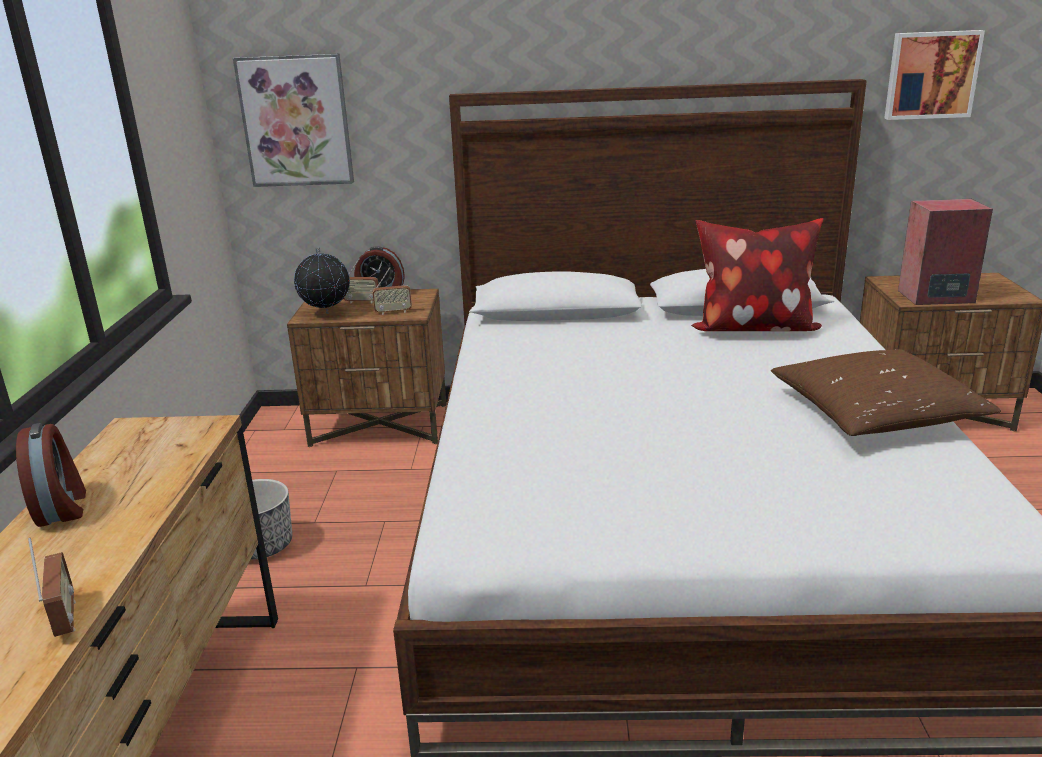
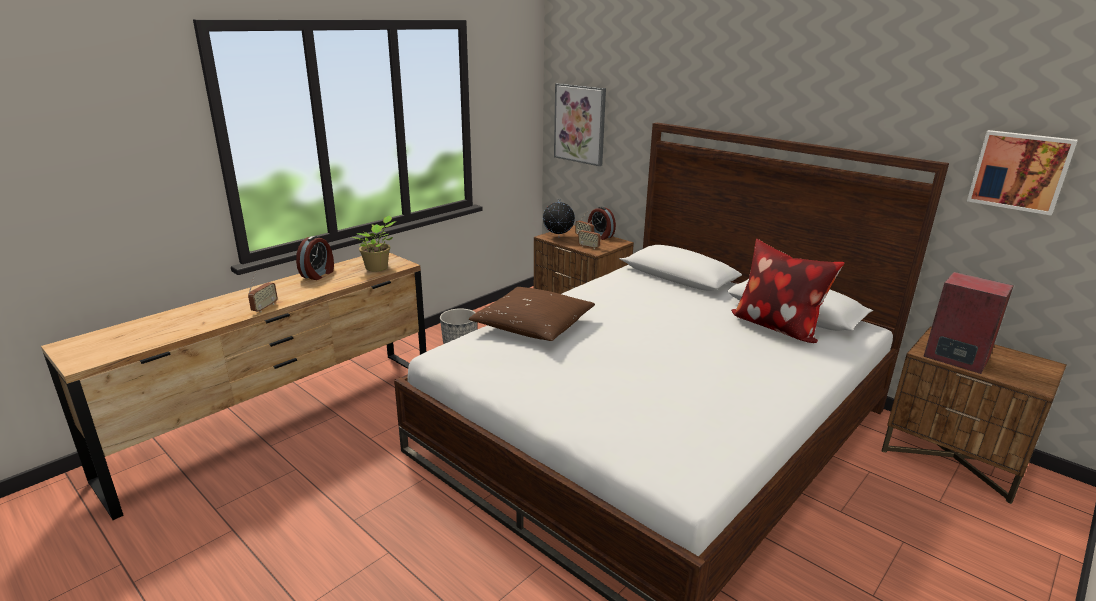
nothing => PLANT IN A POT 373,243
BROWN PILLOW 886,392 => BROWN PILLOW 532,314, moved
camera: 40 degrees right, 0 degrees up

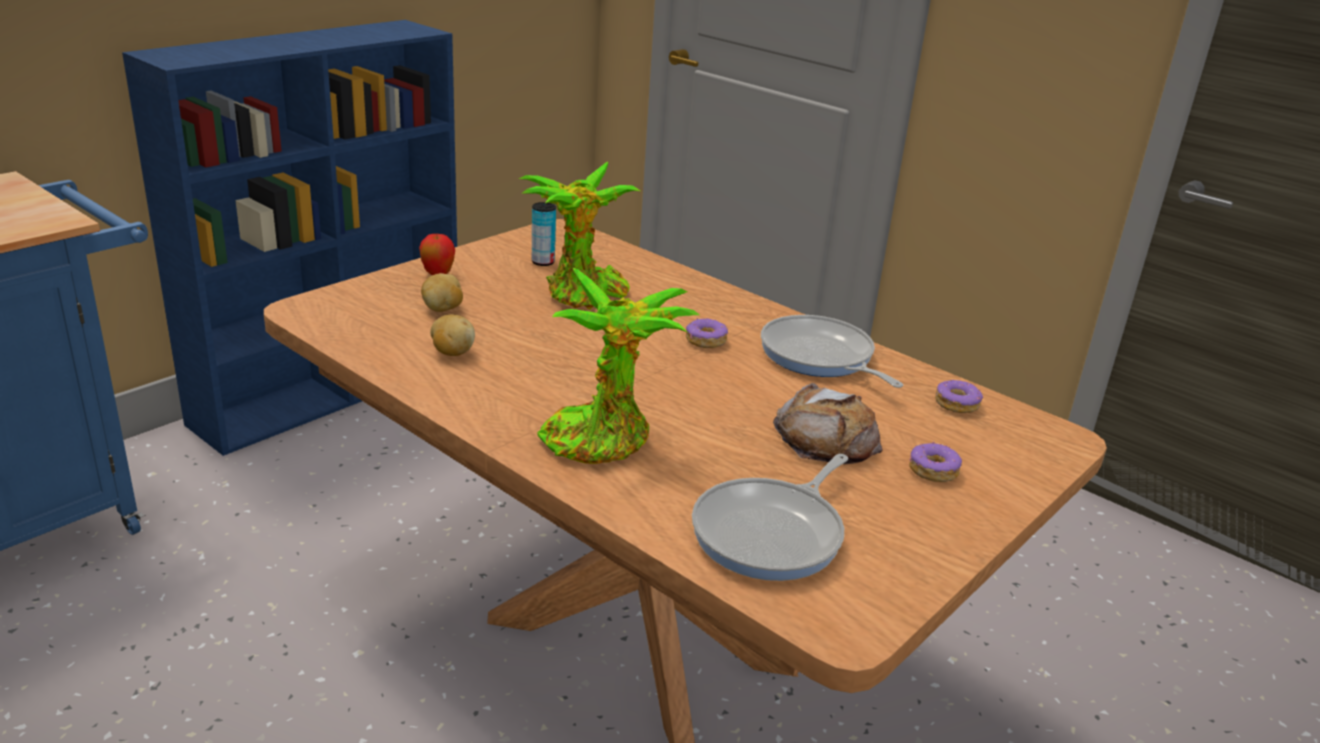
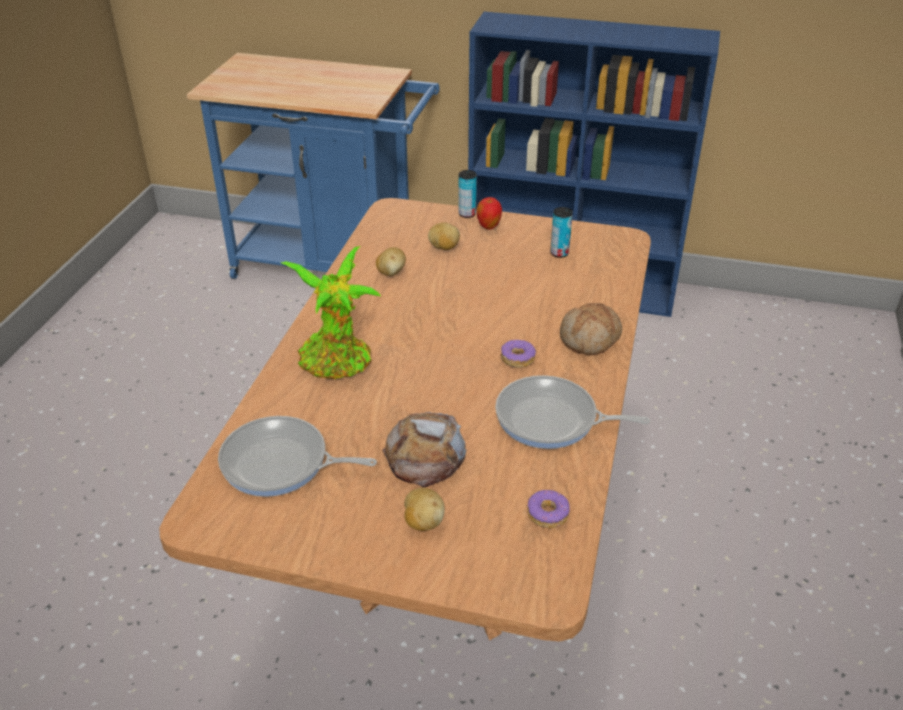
PLANT IN A POT 579,235 => nothing
nothing => CAN 468,194
nothing => BREAD 591,329
DOUGHNUT 935,461 => WHOLE POTATO 424,509
FRYING PAN 832,351 => FRYING PAN 572,412, 105 degrees counterclockwise
camera: 65 degrees right, 10 degrees up

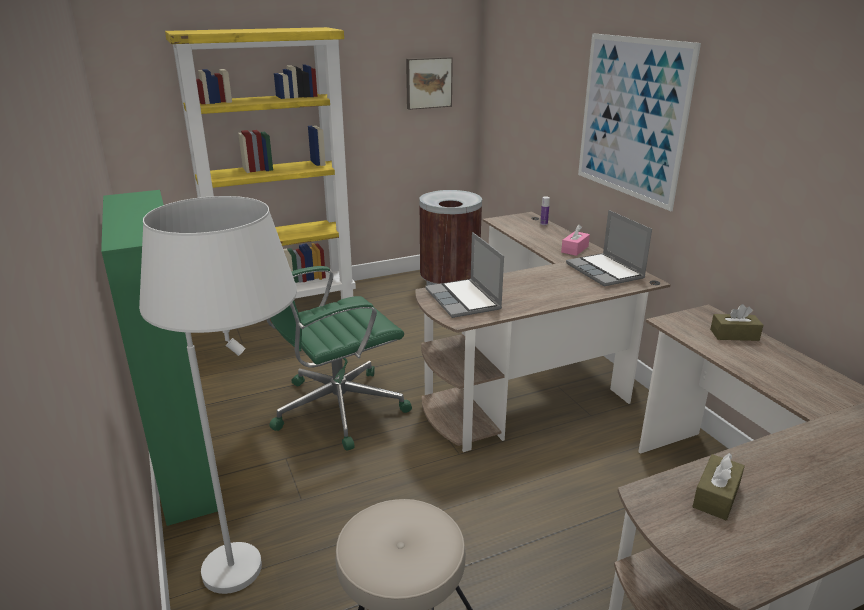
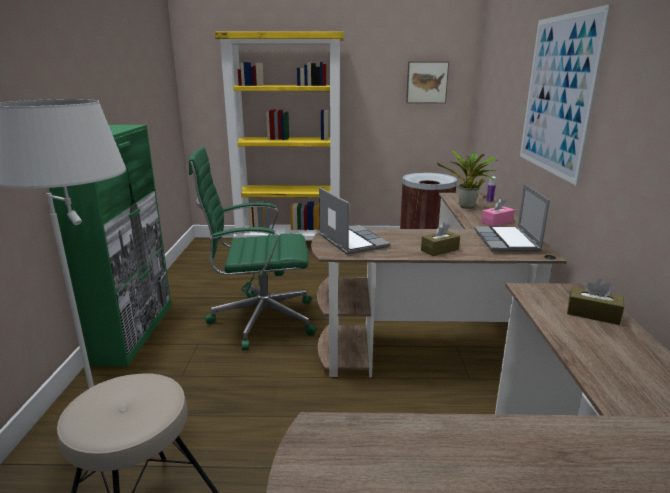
nothing => PLANT IN A POT 467,179
BROWN BOX OF TISSUES 718,486 => BROWN BOX OF TISSUES 440,239, moved
NOTEBOOK COMPUTER 464,275 => NOTEBOOK COMPUTER 354,221, 150 degrees clockwise
camera: 25 degrees right, 5 degrees down

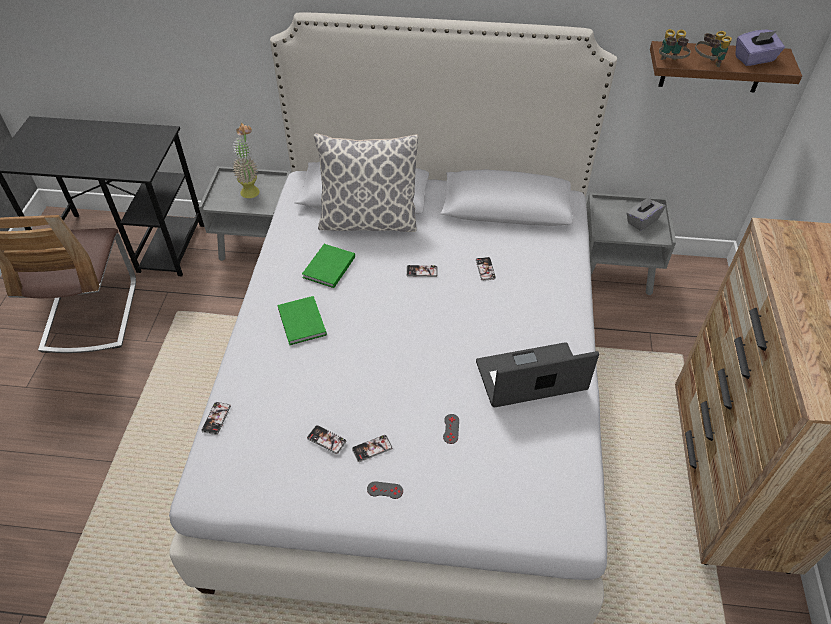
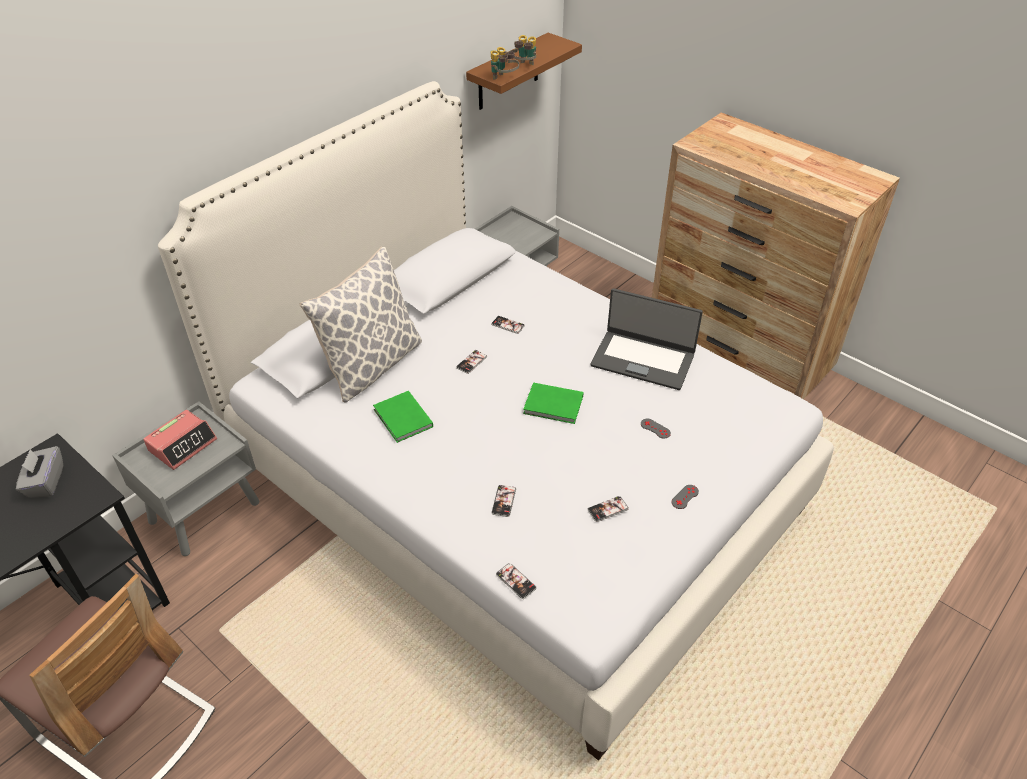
PURPLISH BOX OF TISSUES 760,48 => nothing
GREENISH BOUND BOOK 302,320 => GREENISH BOUND BOOK 553,403, moved
TELEPHONE 372,448 => TELEPHONE 504,501, moved
GREY BOX OF TISSUES 645,213 => GREY BOX OF TISSUES 39,472, moved
PLANT IN A POT 246,160 => ALARM CLOCK 180,440
NOTEBOOK COMPUTER 537,375 => NOTEBOOK COMPUTER 646,339, 90 degrees counterclockwise
camera: 55 degrees left, 5 degrees down

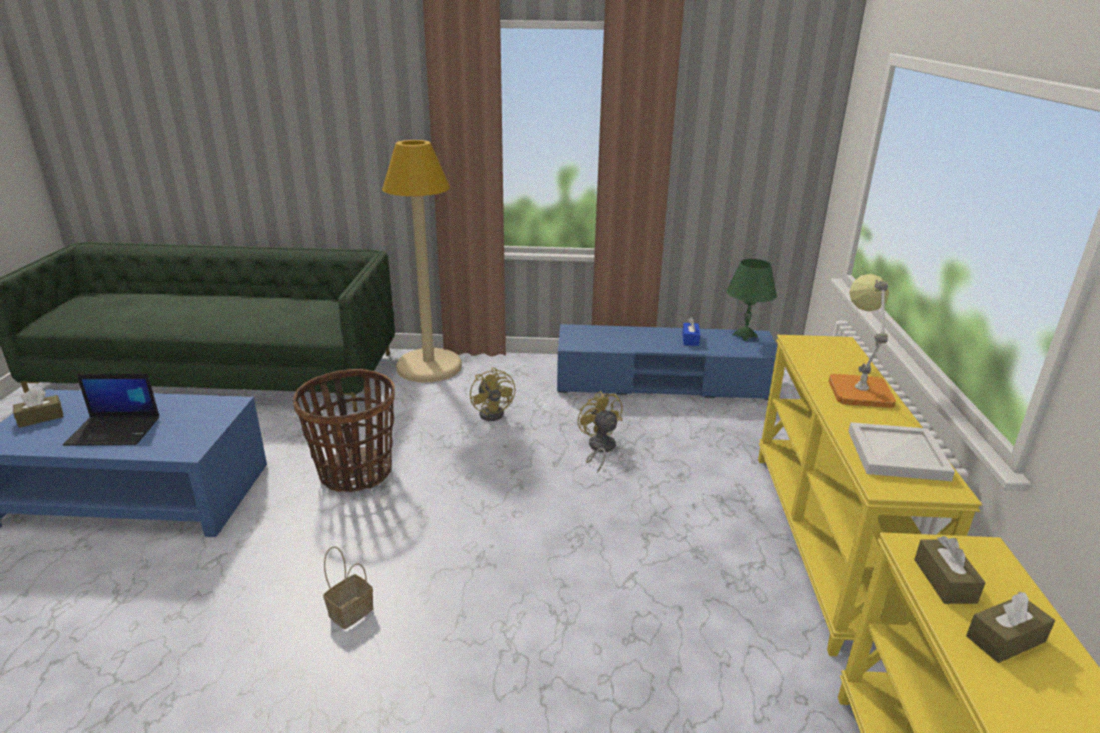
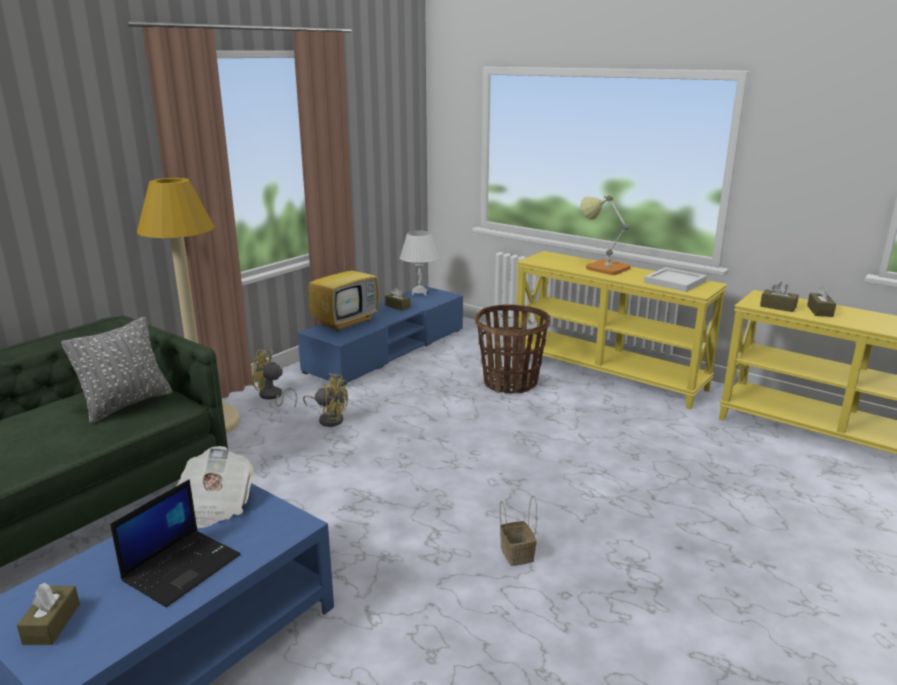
nothing => GREY PILLOW 116,370
nothing => NEWSPAPER 215,487
nothing => TV SET 343,288
STORAGE BASKET 344,430 => STORAGE BASKET 512,348, moved
YELLOWISH ELECTRIC FAN 600,432 => YELLOWISH ELECTRIC FAN 274,378, moved
BLUE-COLOURED BOX OF TISSUES 691,331 => BROWN BOX OF TISSUES 397,299
GREENISH TABLE LAMP 751,300 => WHITE TABLE LAMP 419,263
camera: 55 degrees left, 5 degrees down

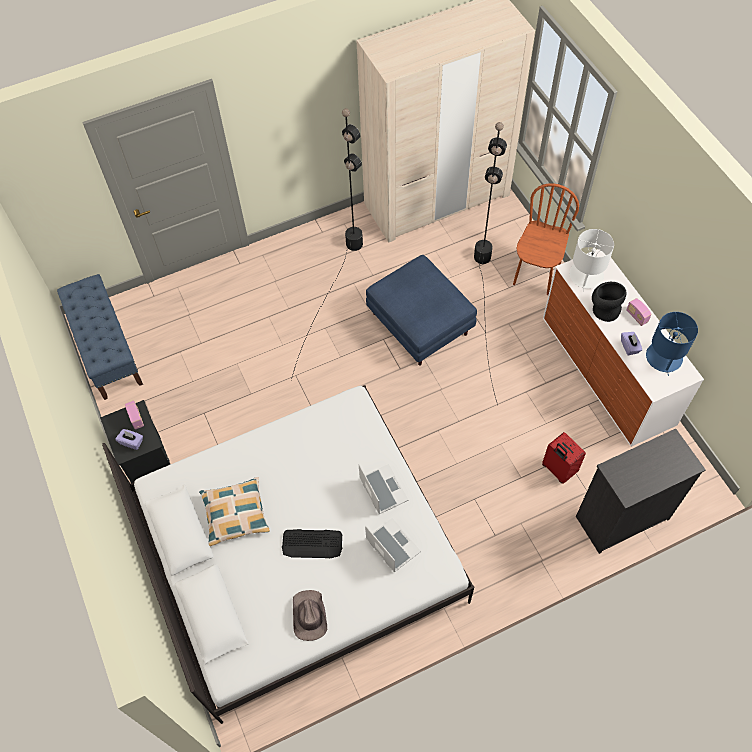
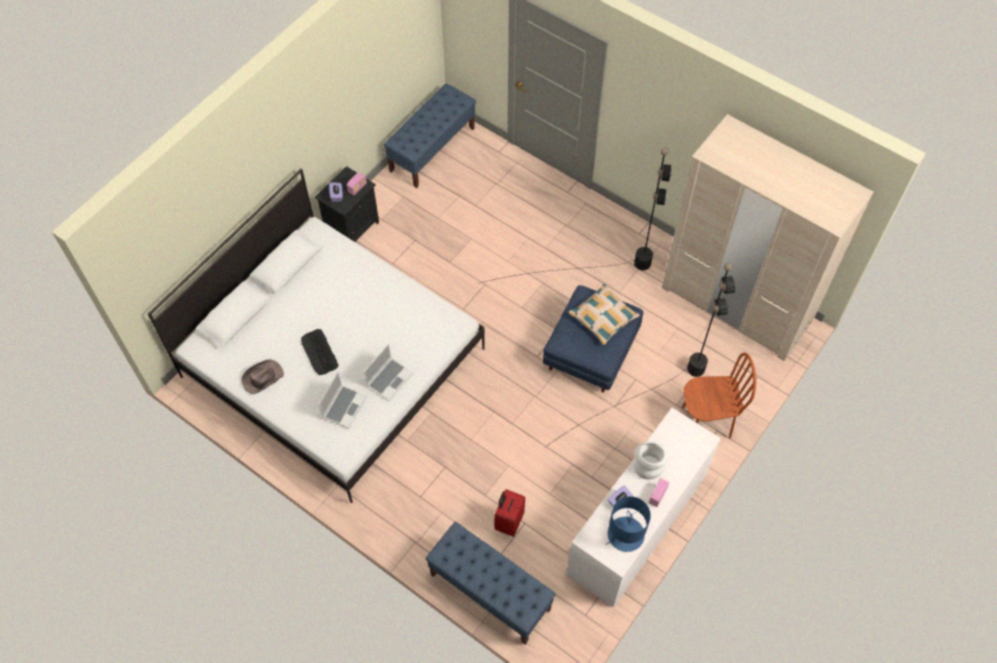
WHITE TABLE LAMP 591,260 => nothing
PILLOW 234,511 => PILLOW 604,314, moved
BLACK DRESSER 641,491 => BLUE-COLOURED LONG SEAT 490,583
BLACK DECORATIVE VASE 609,302 => WHITE DECORATIVE VASE 651,460
camera: 60 degrees right, 0 degrees up

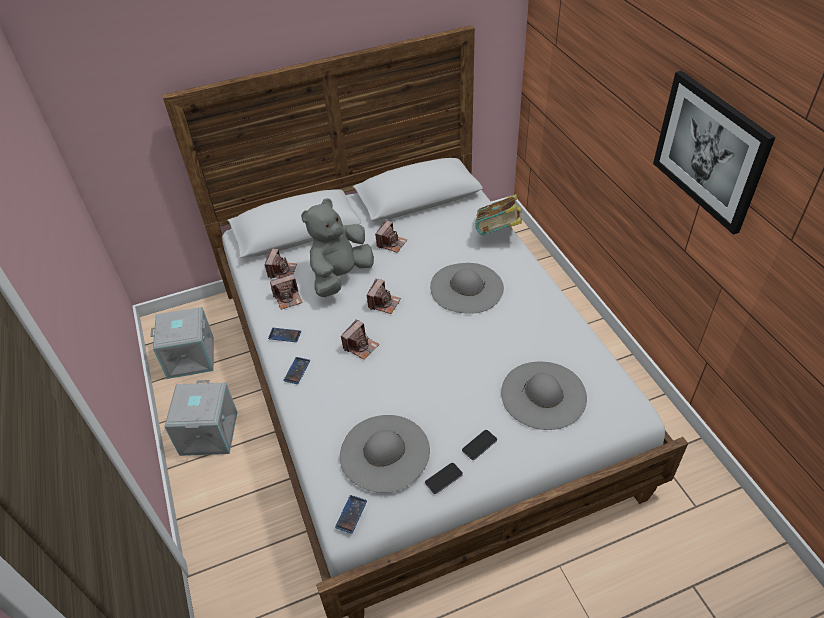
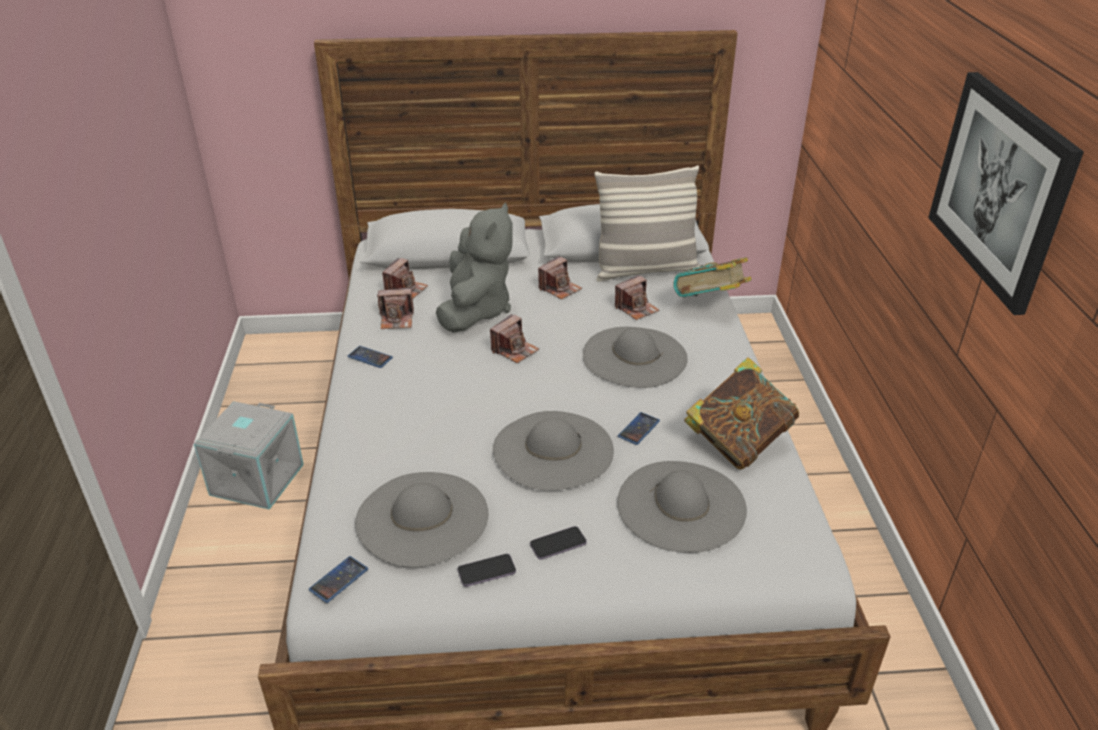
GREY STORAGE BIN 182,343 => nothing
nothing => GREY HAT 553,450
nothing => PILLOW 647,223
nothing => BOUND BOOK 741,413
TELEPHONE 296,370 => TELEPHONE 639,428, moved
STILL CAMERA 360,340 => STILL CAMERA 637,297, moved
GREY CUDDLY TOY 337,247 => GREY CUDDLY TOY 474,268, 135 degrees clockwise
camera: 15 degrees right, 10 degrees down

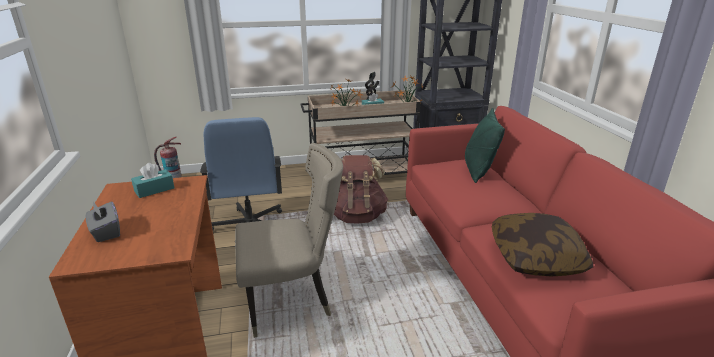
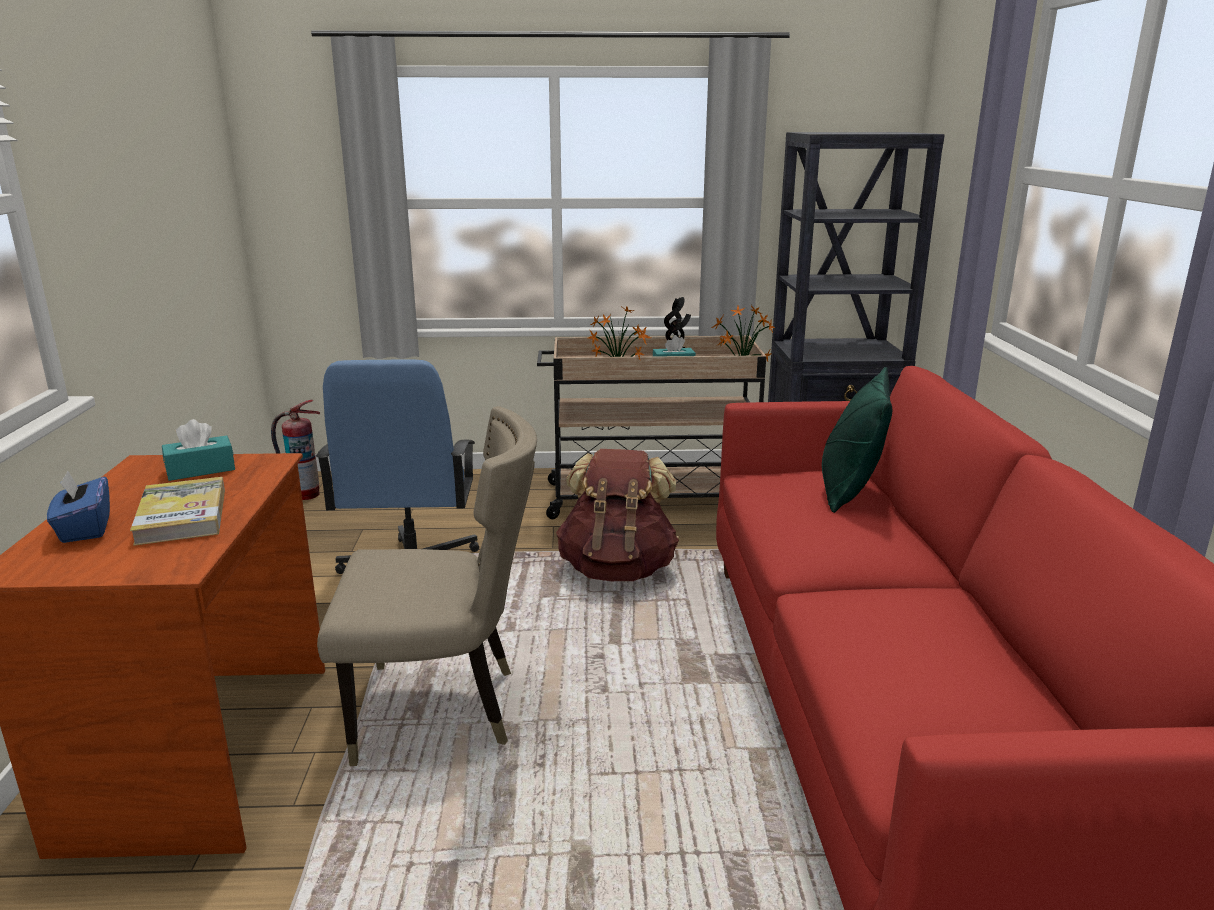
PILLOW 542,245 => nothing
nothing => BOUND BOOK 177,511
GREY BOX OF TISSUES 103,221 => BLUE-COLOURED BOX OF TISSUES 78,506
camera: 10 degrees right, 5 degrees down

